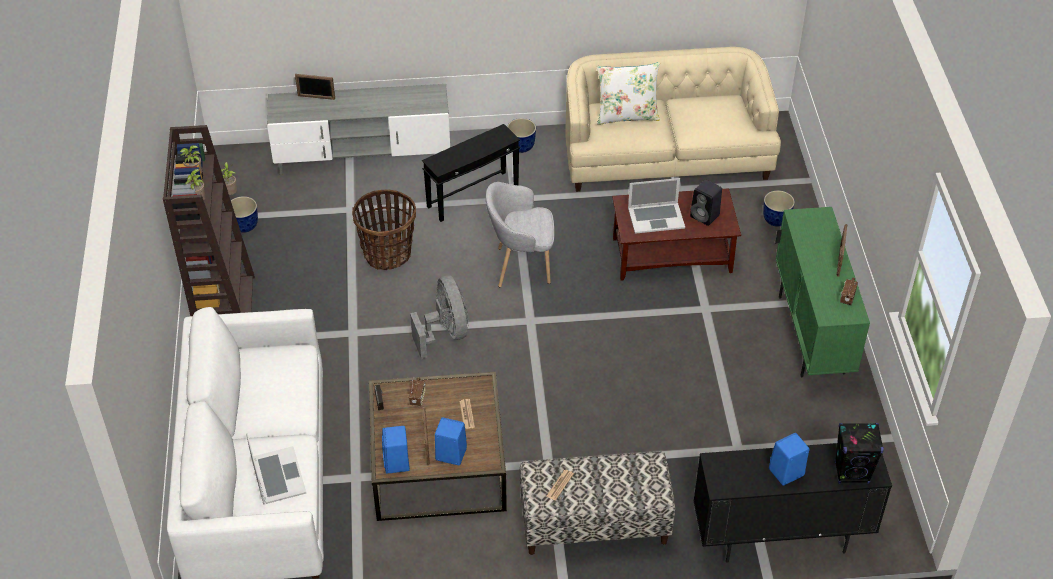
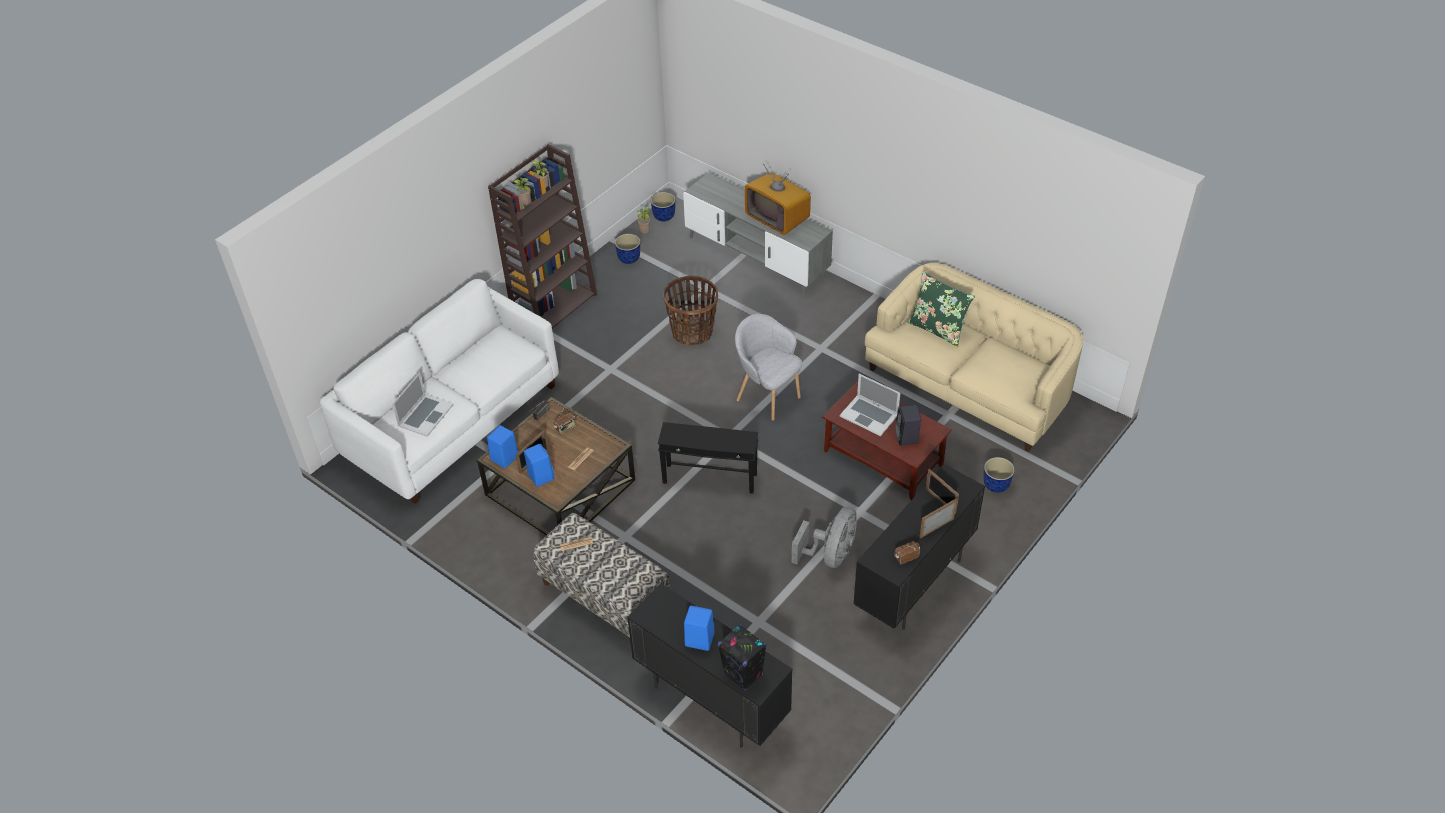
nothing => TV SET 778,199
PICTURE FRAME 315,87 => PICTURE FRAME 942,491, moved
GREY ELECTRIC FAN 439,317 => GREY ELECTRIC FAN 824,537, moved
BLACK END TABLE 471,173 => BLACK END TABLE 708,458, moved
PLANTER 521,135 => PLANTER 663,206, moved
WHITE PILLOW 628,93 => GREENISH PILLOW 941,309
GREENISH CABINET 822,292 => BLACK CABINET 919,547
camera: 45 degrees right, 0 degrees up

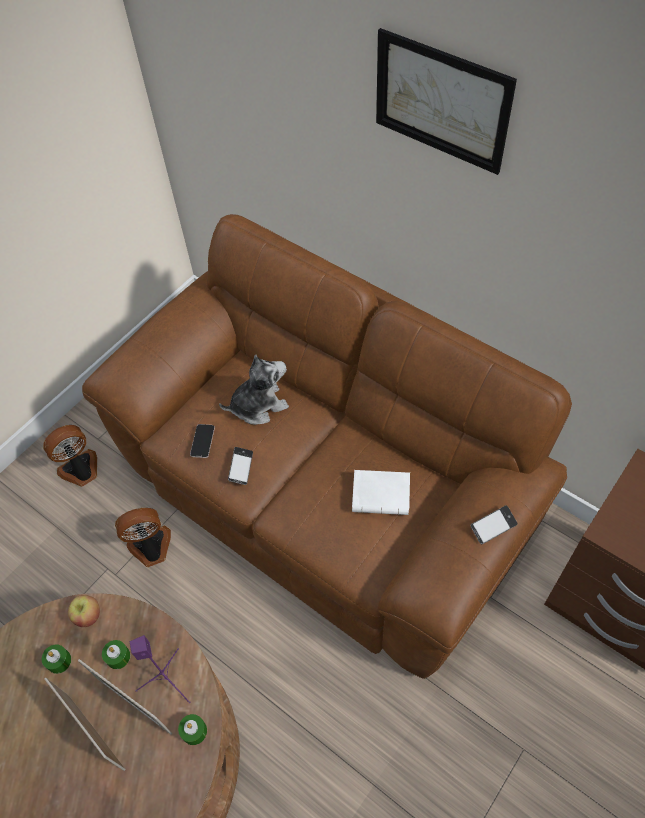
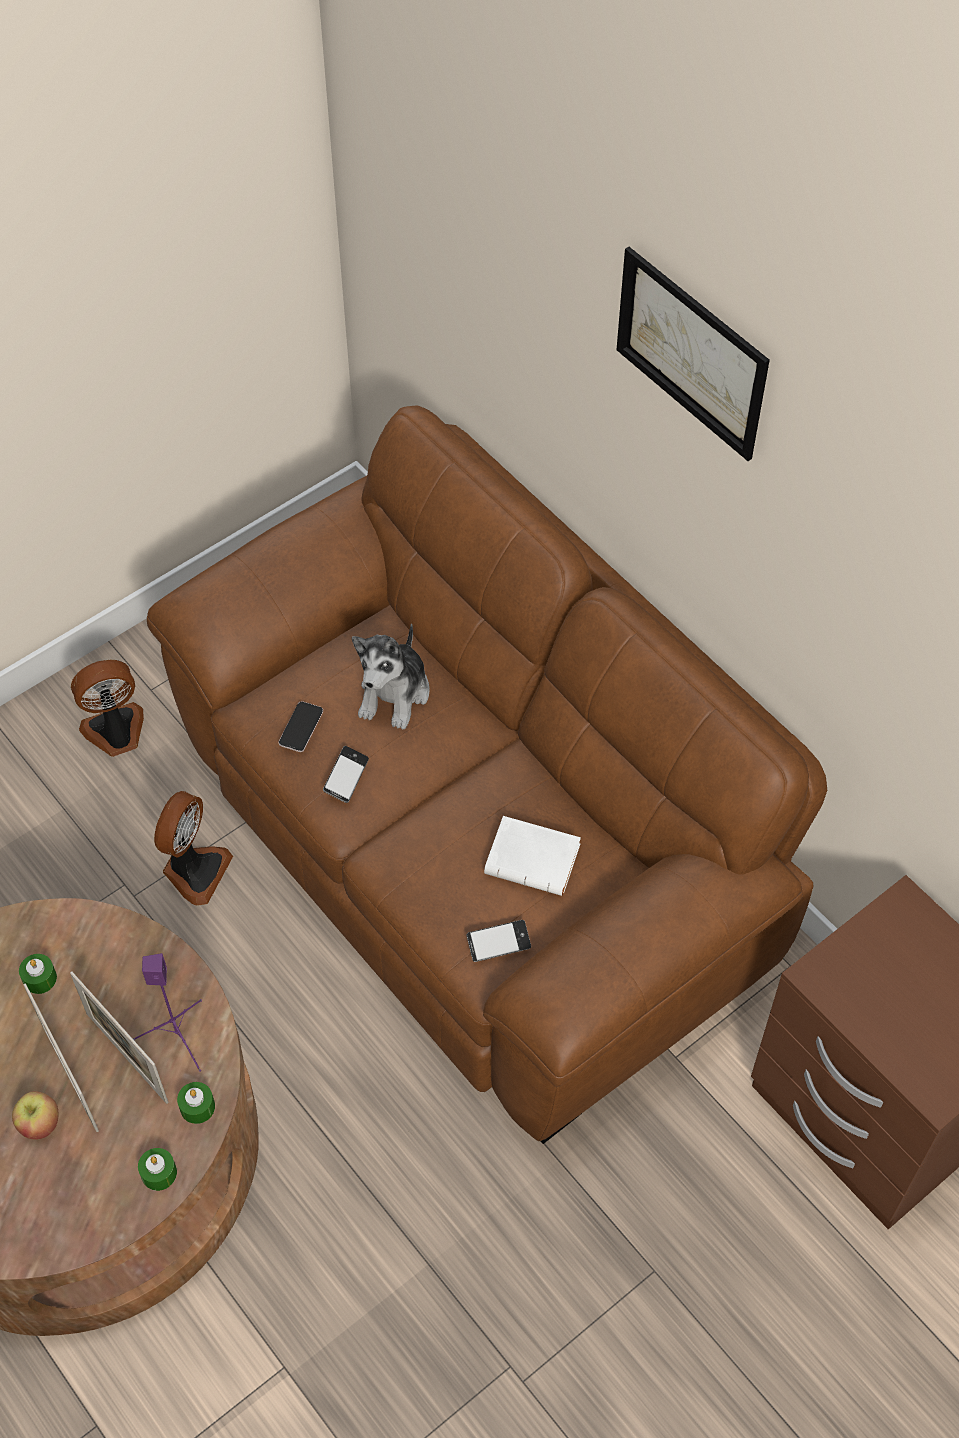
APPLE FRUIT 84,611 => APPLE FRUIT 35,1115, moved
GREENISH WAX CANDLE 116,654 => GREENISH WAX CANDLE 157,1169, moved
TELEPHONE 494,525 => TELEPHONE 499,941, moved
ELECTRIC FAN 143,537 => ELECTRIC FAN 193,848, 120 degrees clockwise
CUDDLY TOY 254,389 => CUDDLY TOY 391,677, 120 degrees clockwise
camera: 10 degrees right, 0 degrees up

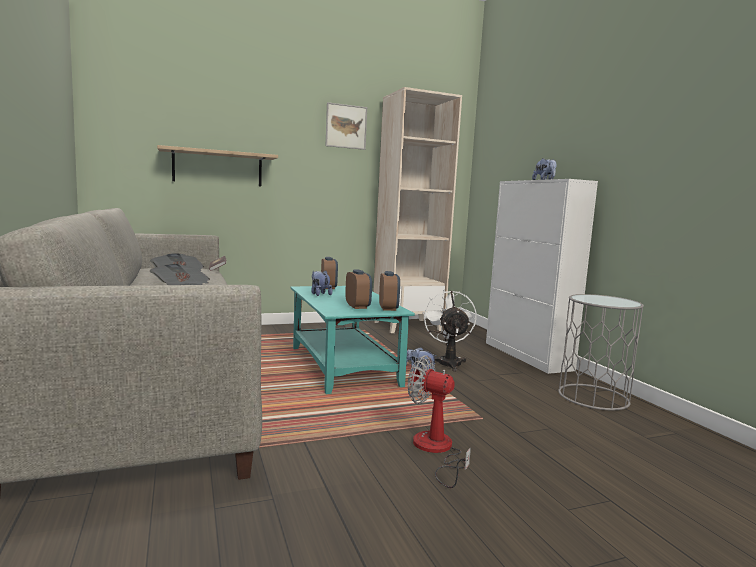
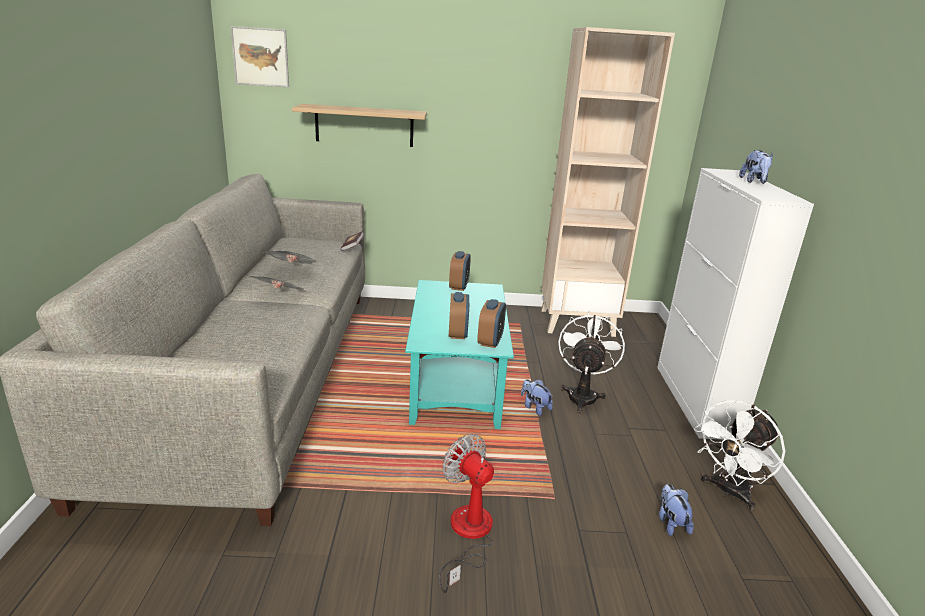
CUDDLY TOY 321,283 => CUDDLY TOY 676,510, moved
PICTURE 346,126 => PICTURE 259,56, moved
GREY END TABLE 601,352 => WHITE ELECTRIC FAN 740,455
camera: 20 degrees right, 15 degrees up

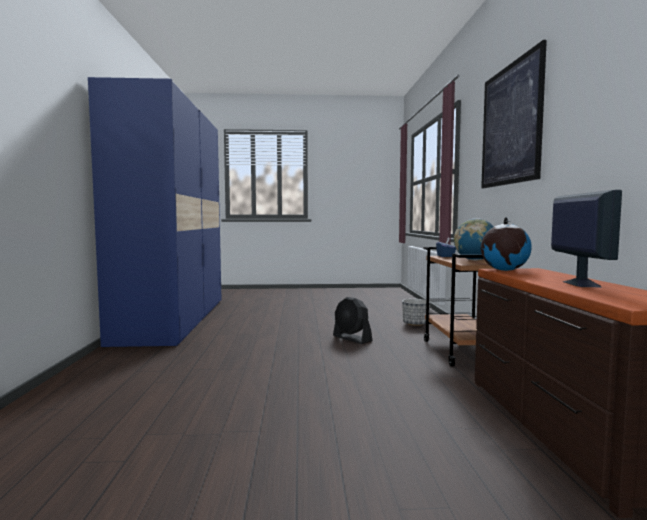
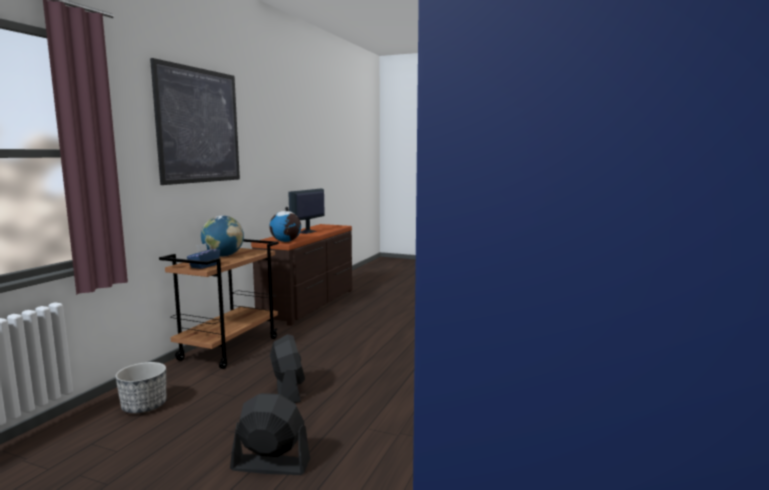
nothing => BLACK ELECTRIC FAN 270,434
camera: 155 degrees left, 5 degrees up

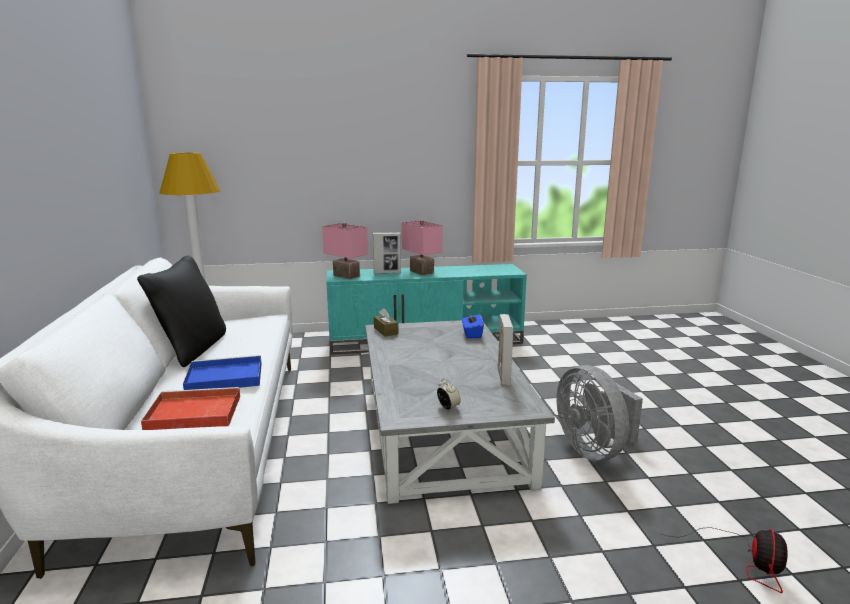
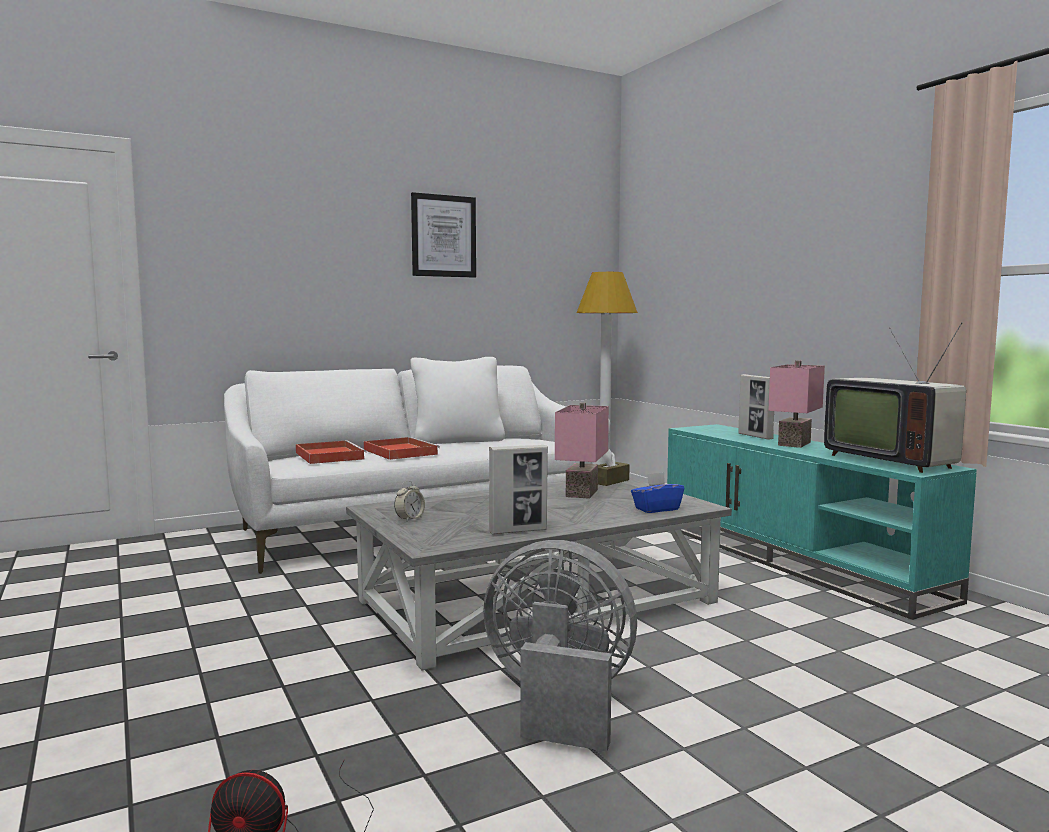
nothing => PICTURE 443,235
nothing => TV SET 895,397
PINKISH TABLE LAMP 345,251 => PINKISH TABLE LAMP 582,450, moved
BLACK PILLOW 181,311 => WHITE PILLOW 457,400
BLUE-COLOURED SERVING TRAY 222,372 => RED SERVING TRAY 402,448
GREY ELECTRIC FAN 600,413 => GREY ELECTRIC FAN 560,646, 60 degrees clockwise
camera: 70 degrees right, 10 degrees down

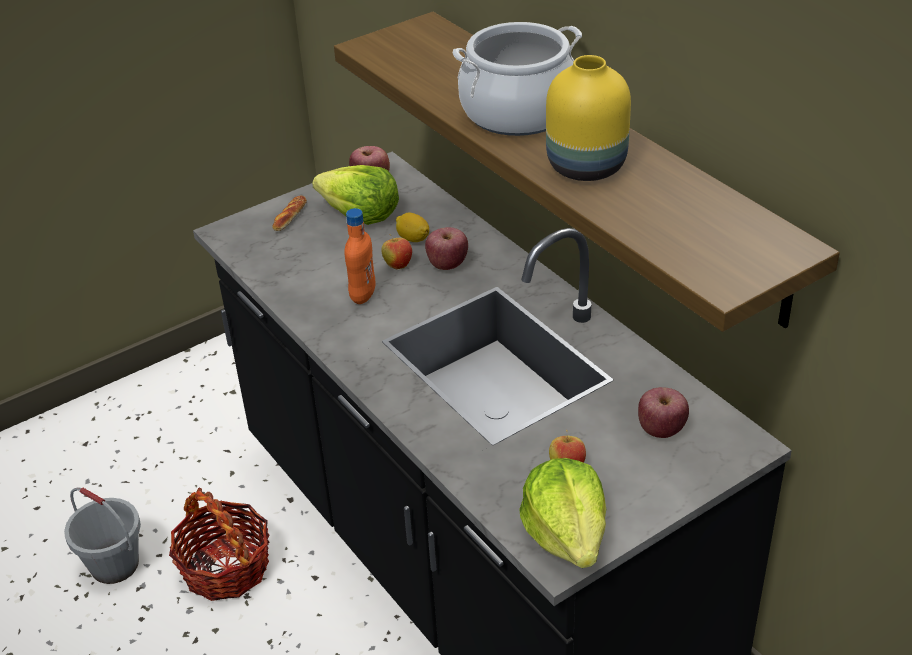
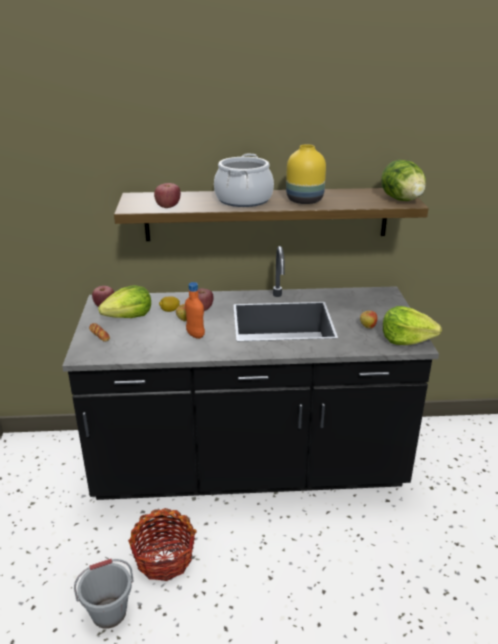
nothing => LETTUCE 403,180
APPLE FRUIT 663,412 => APPLE FRUIT 167,195, moved
camera: 60 degrees left, 10 degrees down

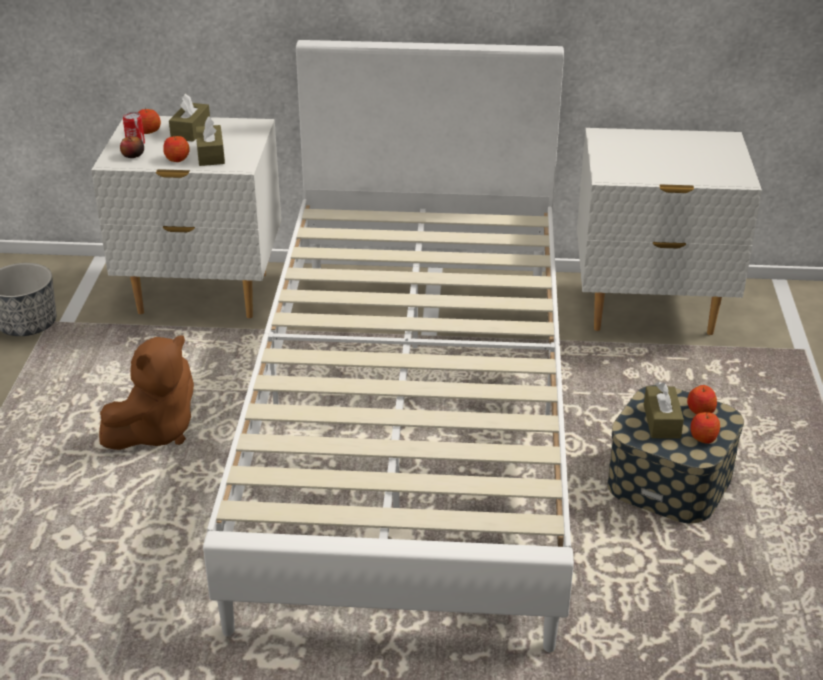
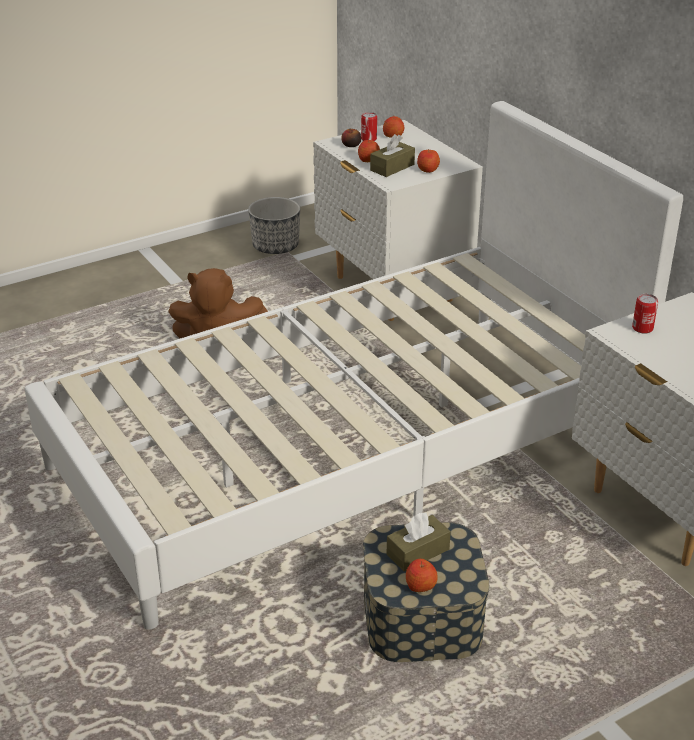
BROWN BOX OF TISSUES 189,117 => nothing
nothing => CAN 645,314
APPLE FRUIT 702,399 => APPLE FRUIT 428,161, moved
camera: 55 degrees right, 0 degrees up

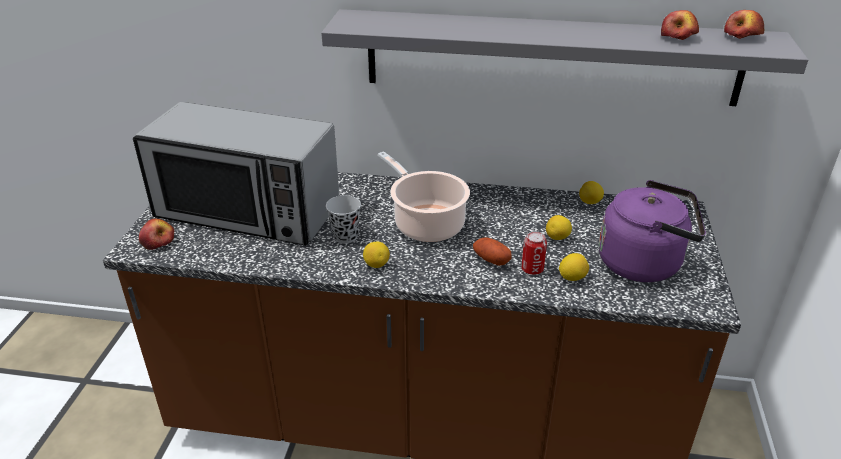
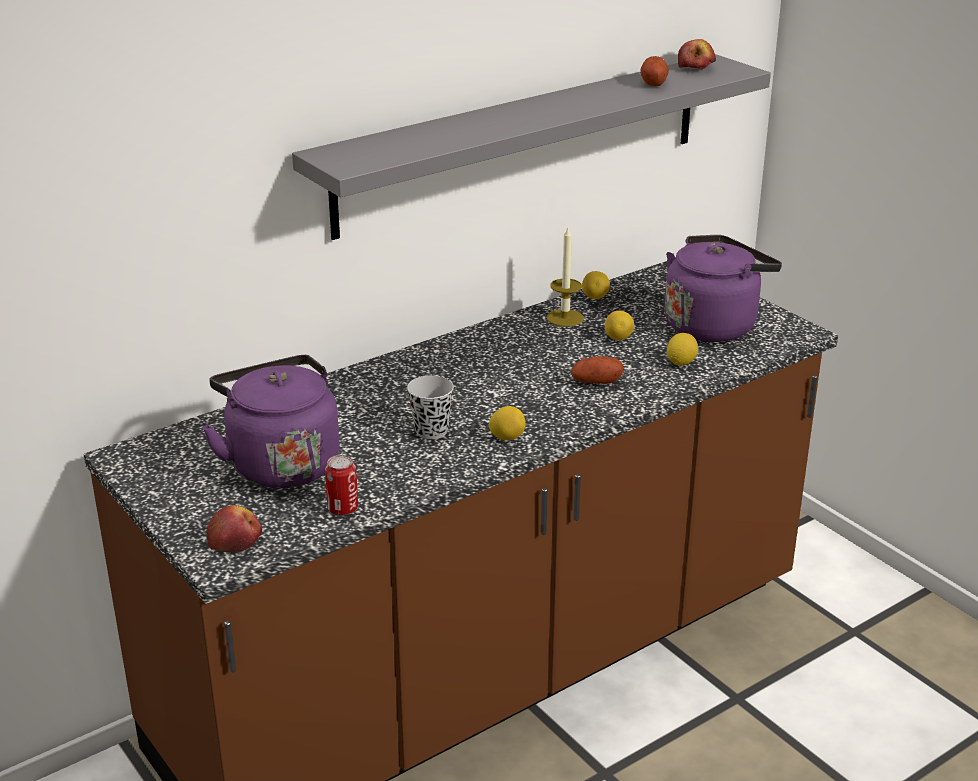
STOCKPOT 424,196 => nothing
nothing => WAX CANDLE 565,277
CAN 534,253 => CAN 341,485, moved
MICROWAVE 236,174 => PURPLISH KETTLE 270,421
APPLE FRUIT 680,25 => WHOLE POTATO 654,71
camera: 45 degrees left, 5 degrees down

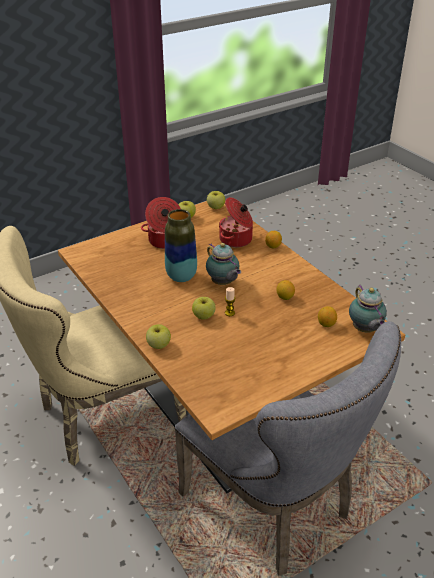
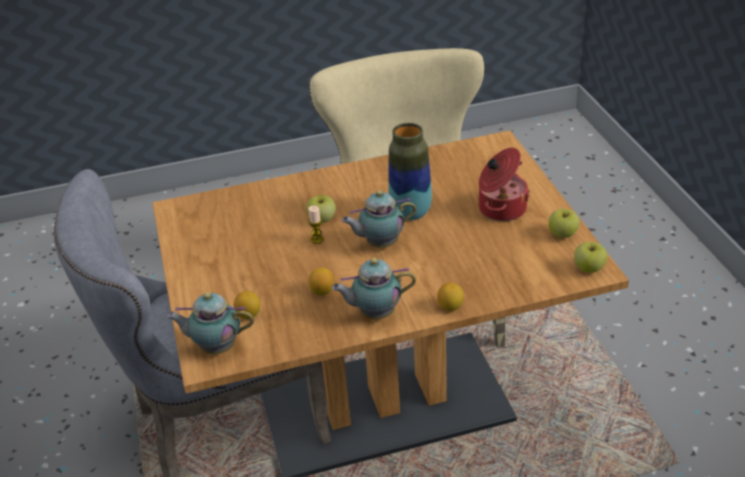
APPLE FRUIT 158,336 => nothing
STOCKPOT 236,222 => nothing
nothing => POT FOR TEA 374,288
camera: 110 degrees right, 0 degrees up

